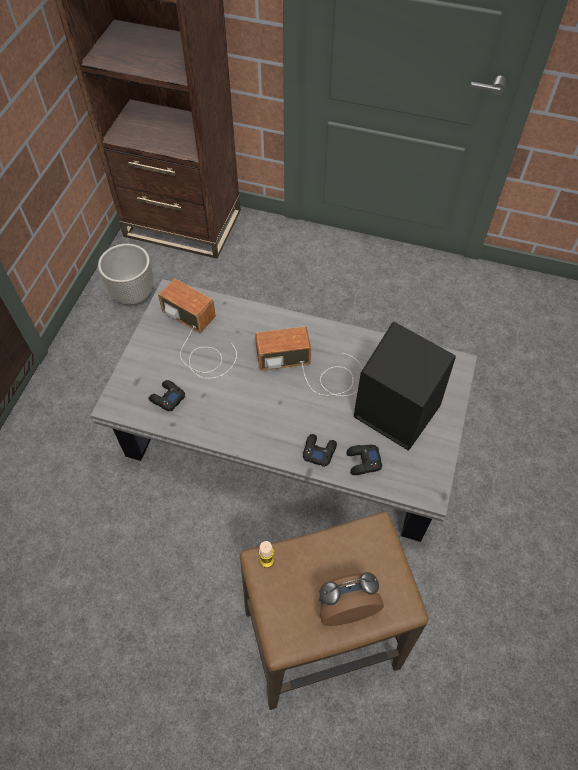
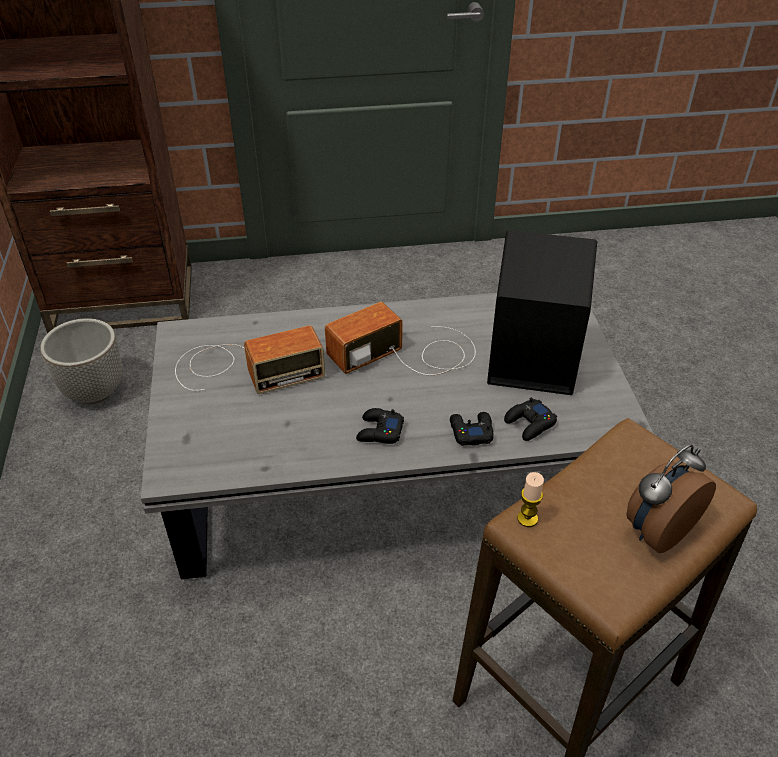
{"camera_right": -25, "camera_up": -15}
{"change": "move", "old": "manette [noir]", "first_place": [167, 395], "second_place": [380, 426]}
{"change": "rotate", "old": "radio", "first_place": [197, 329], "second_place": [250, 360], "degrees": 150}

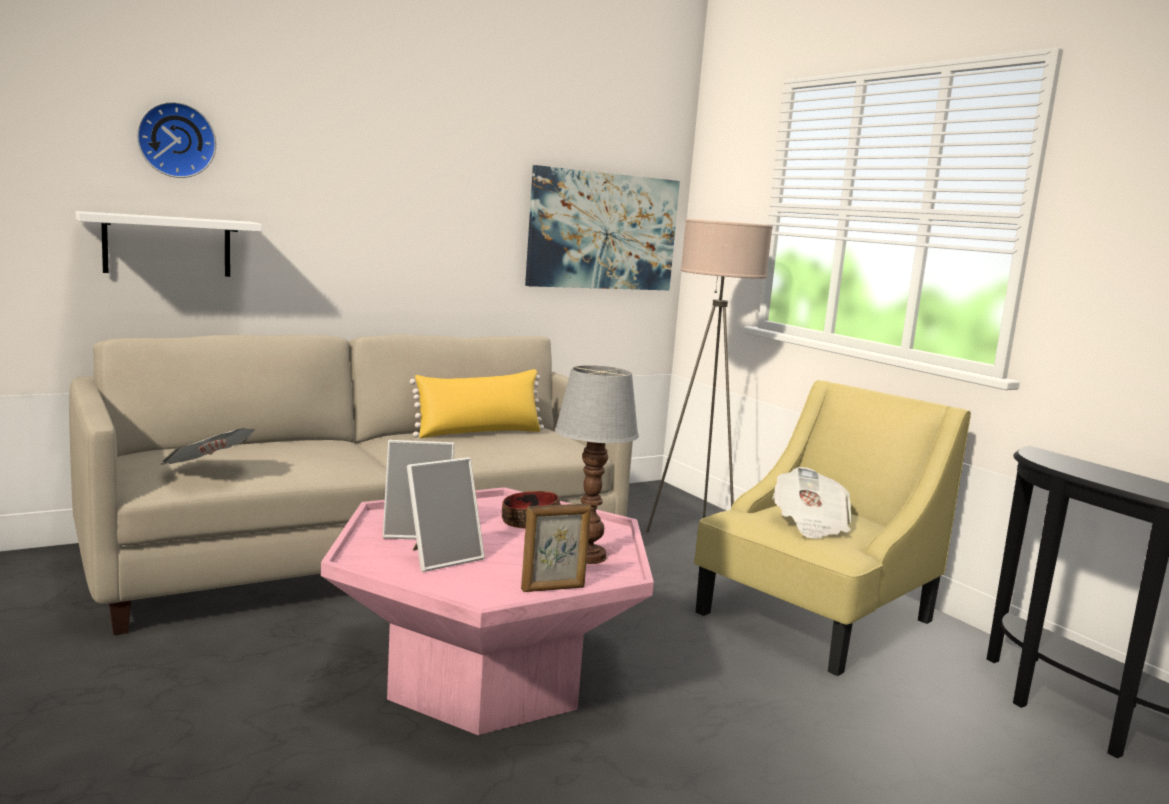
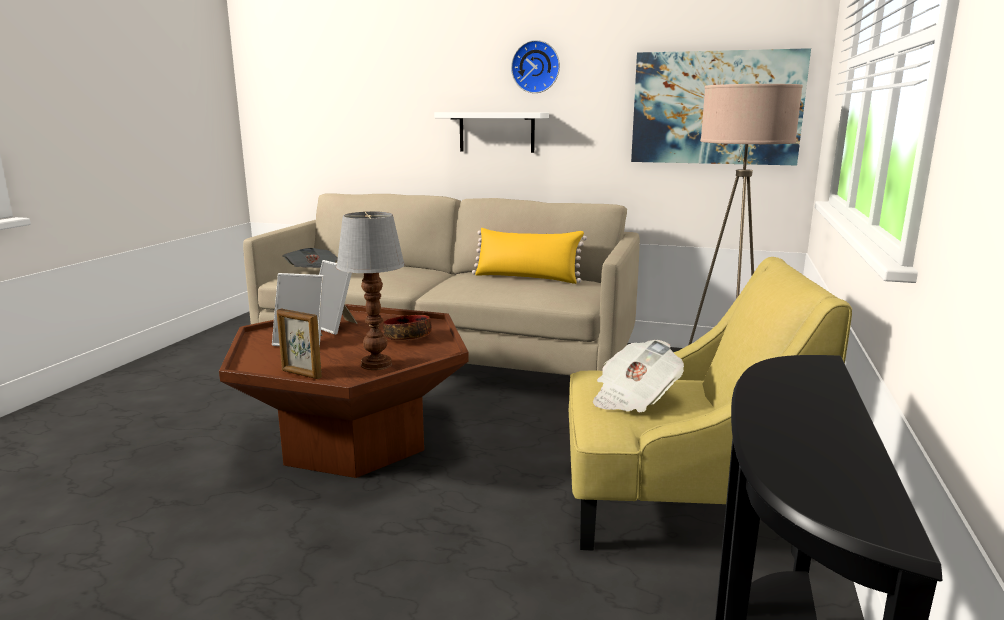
{"camera_right": 50, "camera_up": 5}
{"change": "move", "old": "étagère [blanc]", "first_place": [168, 244], "second_place": [492, 132]}
{"change": "move", "old": "horloge murale", "first_place": [176, 140], "second_place": [535, 66]}
{"change": "recolor", "old": "table basse [rose]", "new": "table basse [marron]", "first_place": [487, 611], "second_place": [344, 391]}

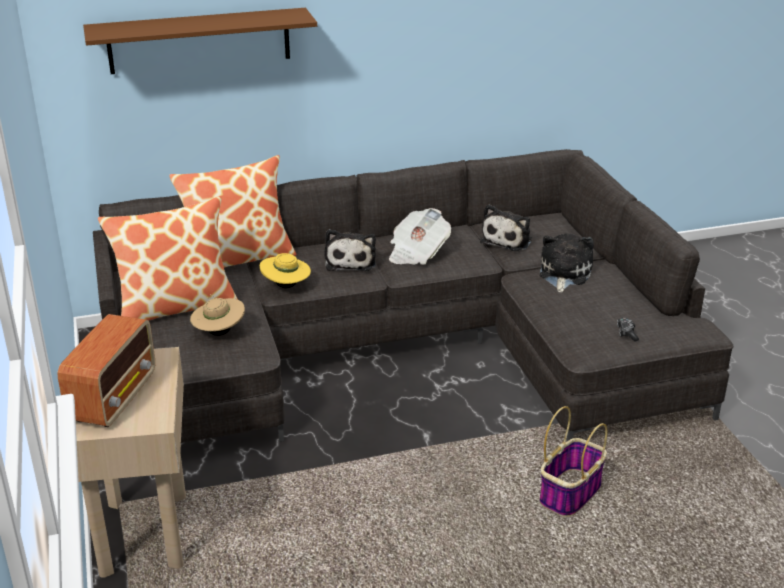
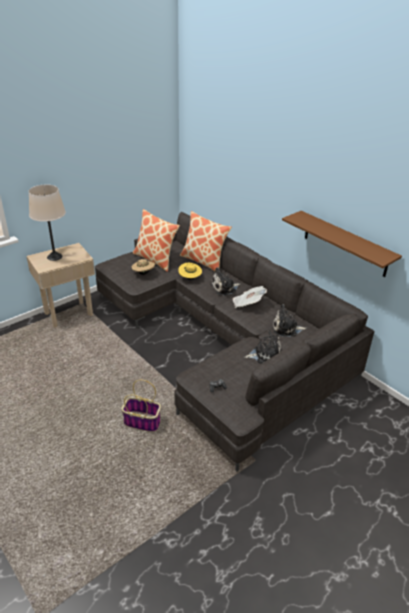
{"camera_right": 65, "camera_up": 5}
{"change": "move", "old": "étagère [marron]", "first_place": [200, 41], "second_place": [342, 244]}
{"change": "replace", "old": "radio", "new": "lampe de table [beige]", "first_place": [106, 370], "second_place": [47, 222]}

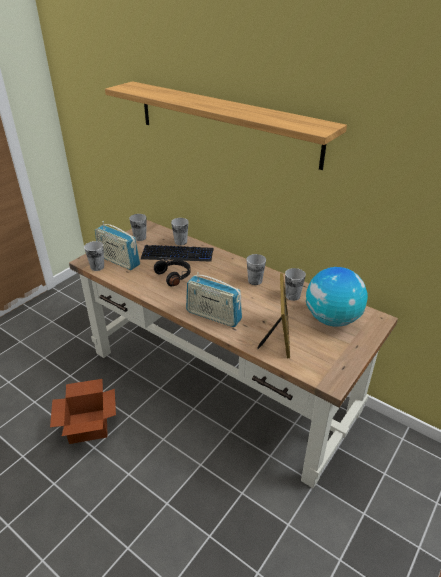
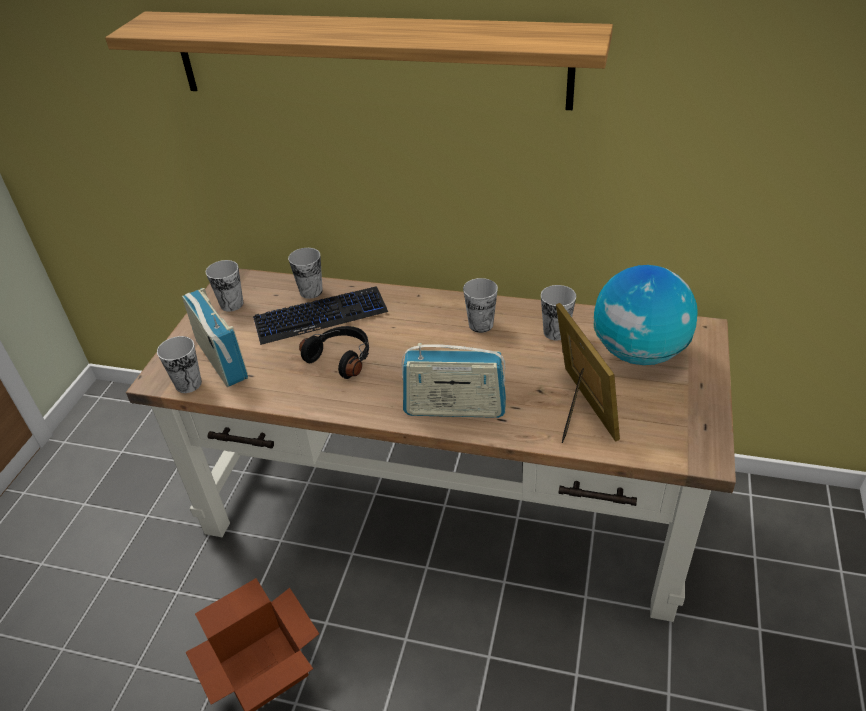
{"camera_right": -20, "camera_up": 5}
{"change": "rotate", "old": "radio", "first_place": [117, 245], "second_place": [215, 337], "degrees": -135}

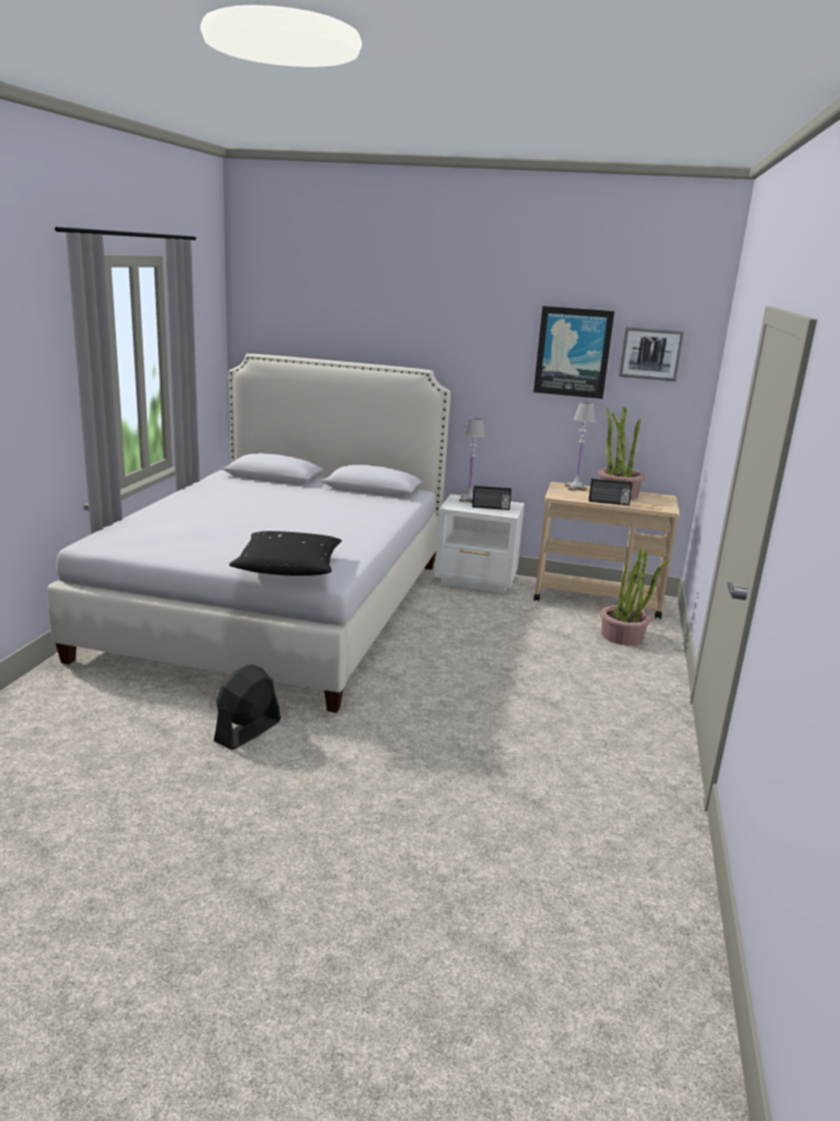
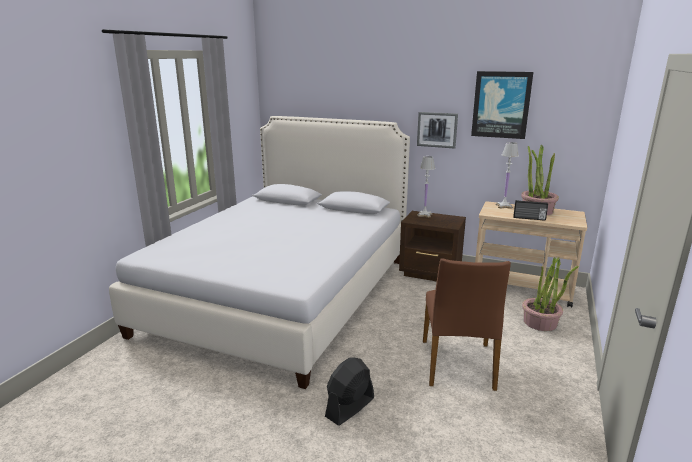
{"camera_right": 10, "camera_up": 0}
{"change": "delete", "old": "coussin [noir]", "first_place": [285, 553]}
{"change": "delete", "old": "radio", "first_place": [491, 497]}
{"change": "insert", "new": "chaise [marron]", "second_place": [467, 325]}
{"change": "move", "old": "ventilateur [noir]", "first_place": [247, 707], "second_place": [349, 391]}
{"change": "move", "old": "tableau", "first_place": [651, 354], "second_place": [437, 130]}
{"change": "recolor", "old": "table de chevet [blanc]", "new": "table de chevet [marron]", "first_place": [479, 543], "second_place": [432, 246]}

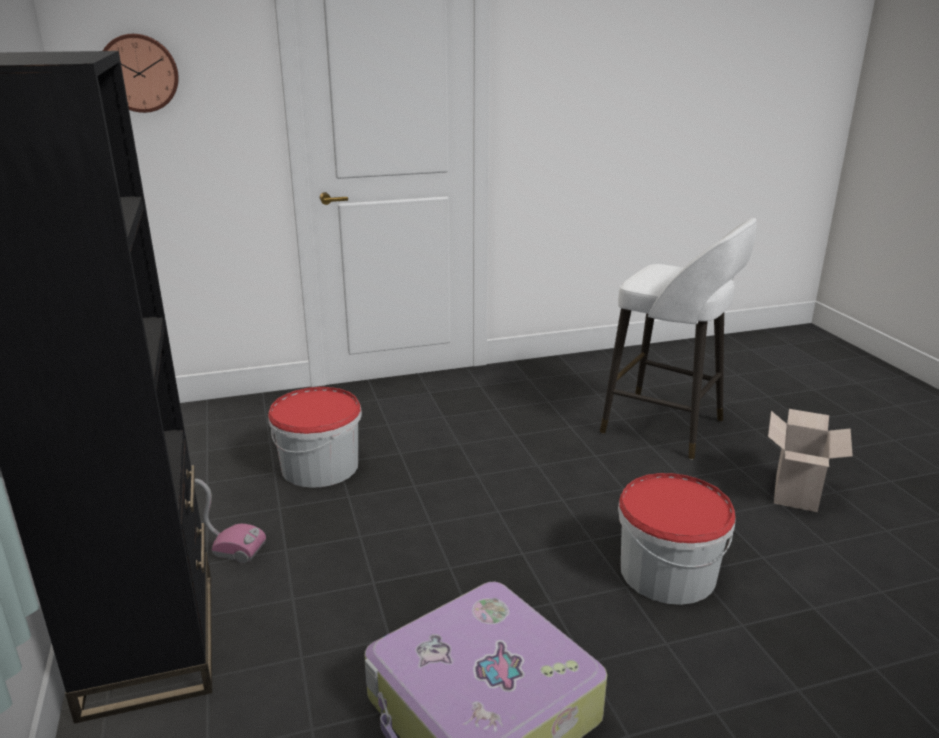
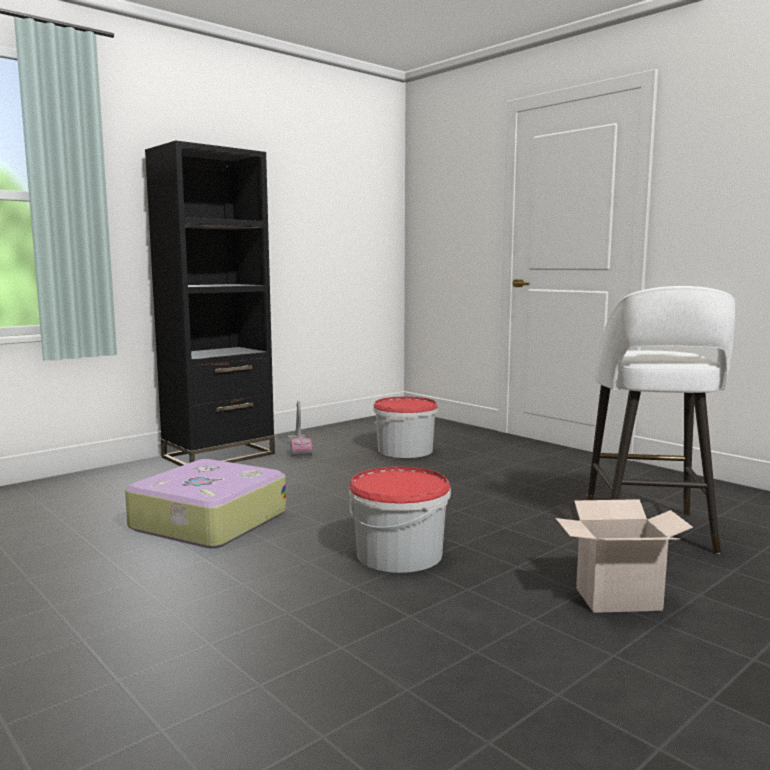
{"camera_right": 65, "camera_up": -15}
{"change": "delete", "old": "horloge murale", "first_place": [141, 73]}

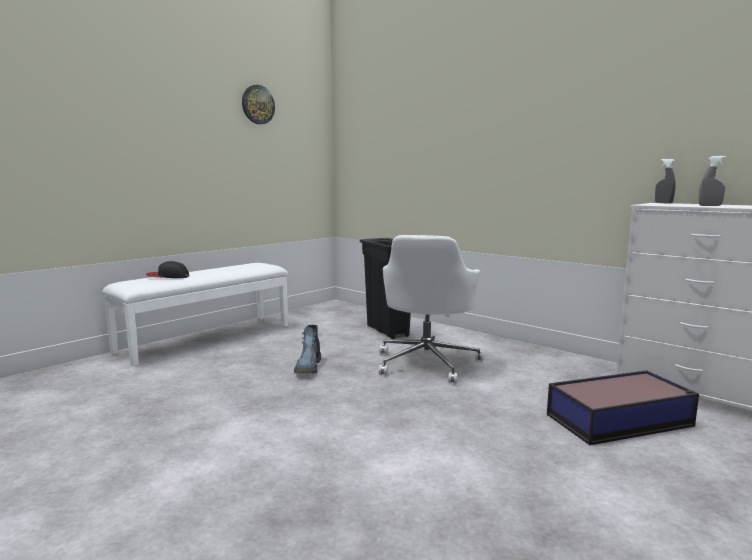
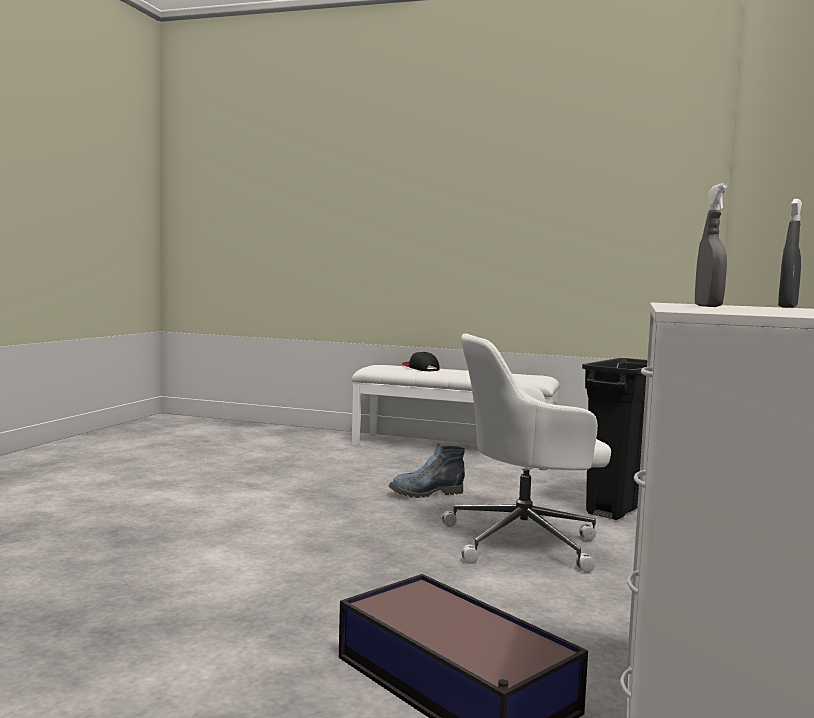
{"camera_right": 65, "camera_up": -5}
{"change": "delete", "old": "horloge murale", "first_place": [258, 104]}

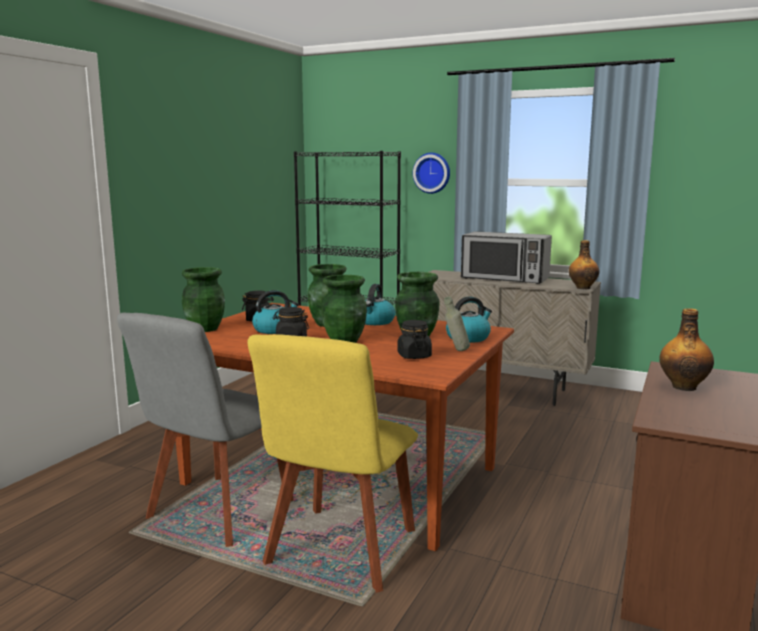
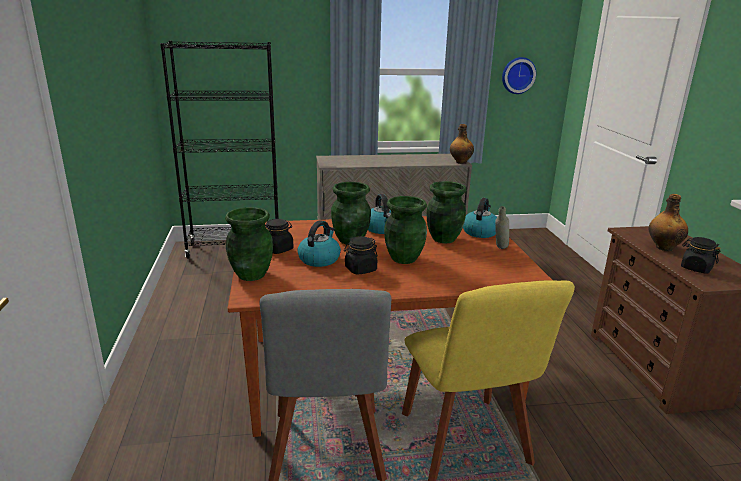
{"camera_right": -35, "camera_up": 10}
{"change": "delete", "old": "micro-ondes", "first_place": [506, 257]}
{"change": "move", "old": "bocal [noir]", "first_place": [414, 339], "second_place": [701, 255]}
{"change": "move", "old": "horloge murale", "first_place": [431, 173], "second_place": [519, 75]}

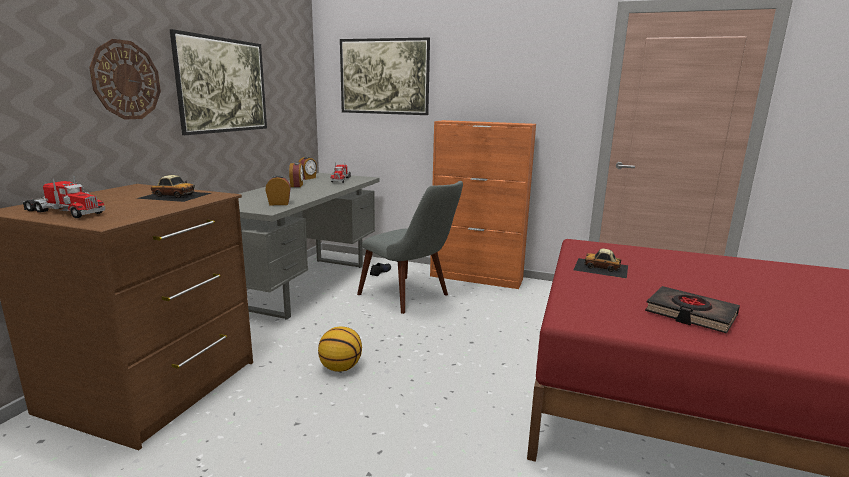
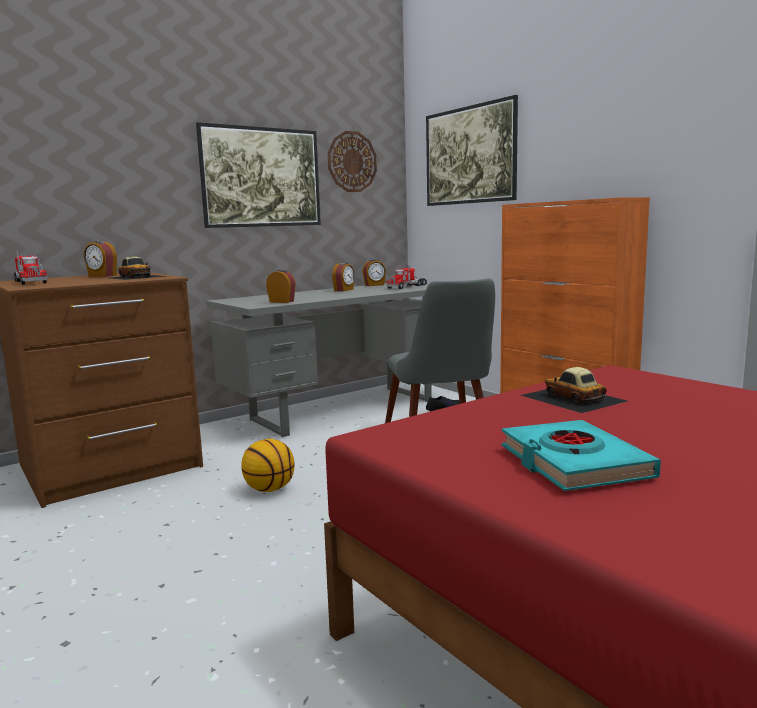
{"camera_right": 35, "camera_up": -5}
{"change": "insert", "new": "réveil", "second_place": [100, 258]}
{"change": "move", "old": "horloge murale", "first_place": [125, 79], "second_place": [352, 161]}
{"change": "recolor", "old": "livre [noir]", "new": "livre [turquoise]", "first_place": [692, 309], "second_place": [581, 455]}

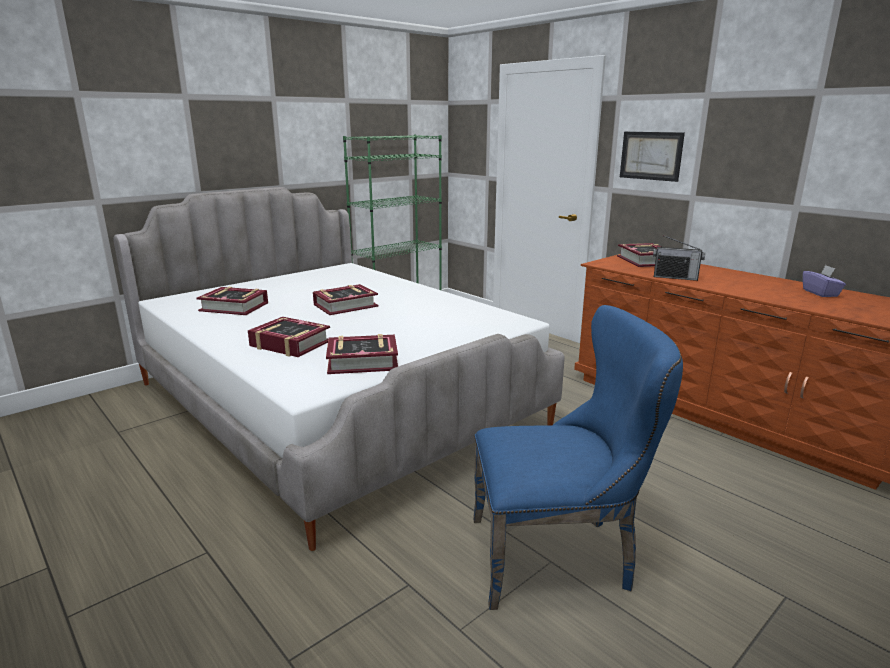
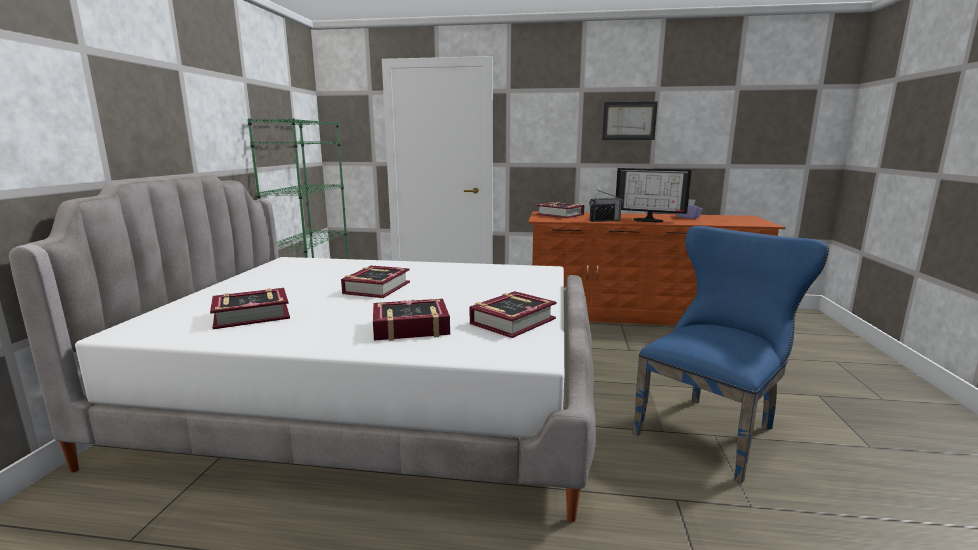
{"camera_right": -40, "camera_up": -5}
{"change": "insert", "new": "écran d'ordinateur", "second_place": [654, 195]}
{"change": "move", "old": "tableau", "first_place": [652, 157], "second_place": [630, 121]}

